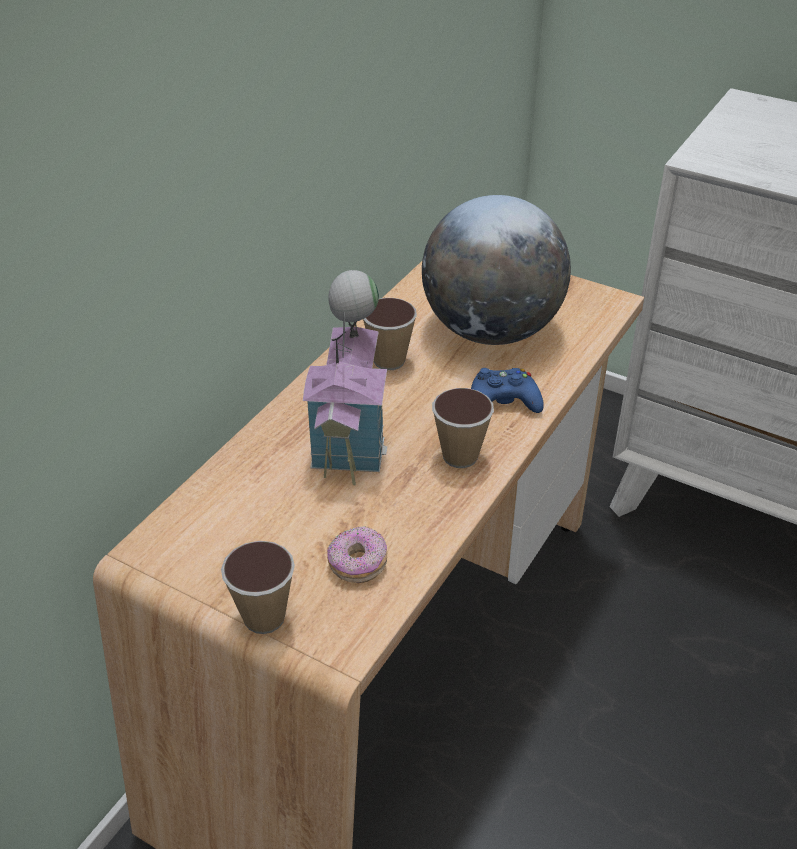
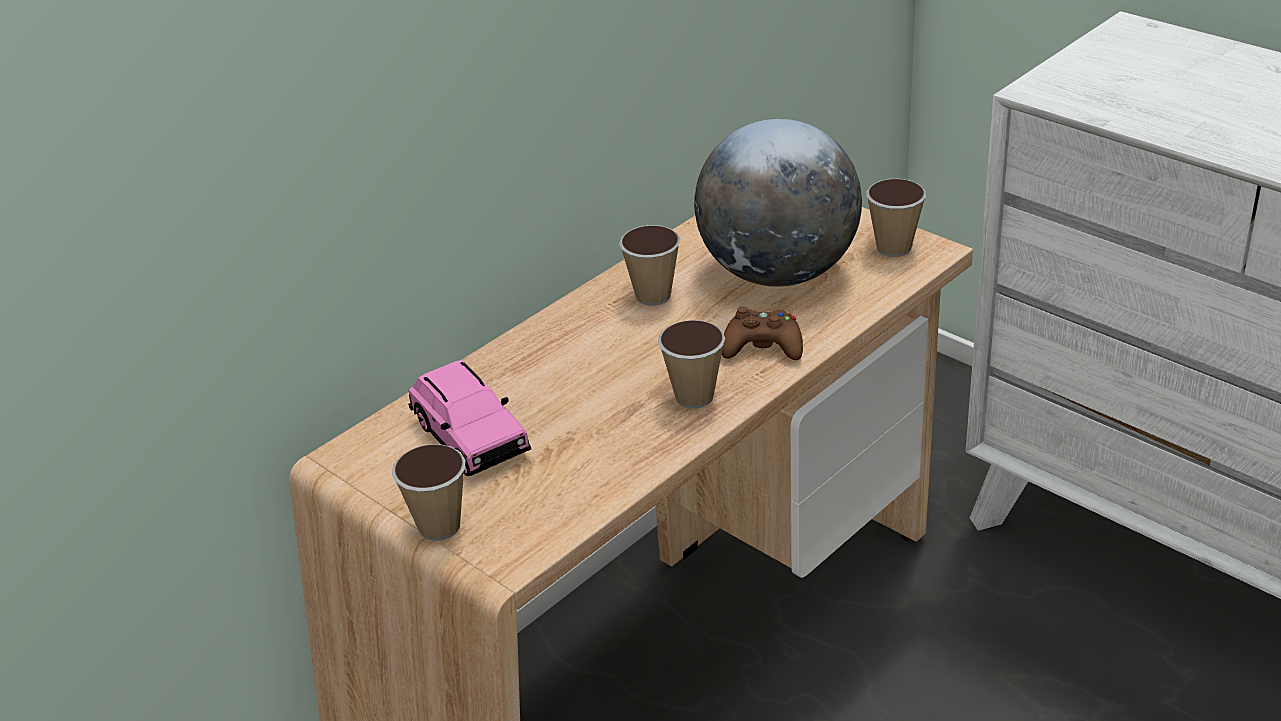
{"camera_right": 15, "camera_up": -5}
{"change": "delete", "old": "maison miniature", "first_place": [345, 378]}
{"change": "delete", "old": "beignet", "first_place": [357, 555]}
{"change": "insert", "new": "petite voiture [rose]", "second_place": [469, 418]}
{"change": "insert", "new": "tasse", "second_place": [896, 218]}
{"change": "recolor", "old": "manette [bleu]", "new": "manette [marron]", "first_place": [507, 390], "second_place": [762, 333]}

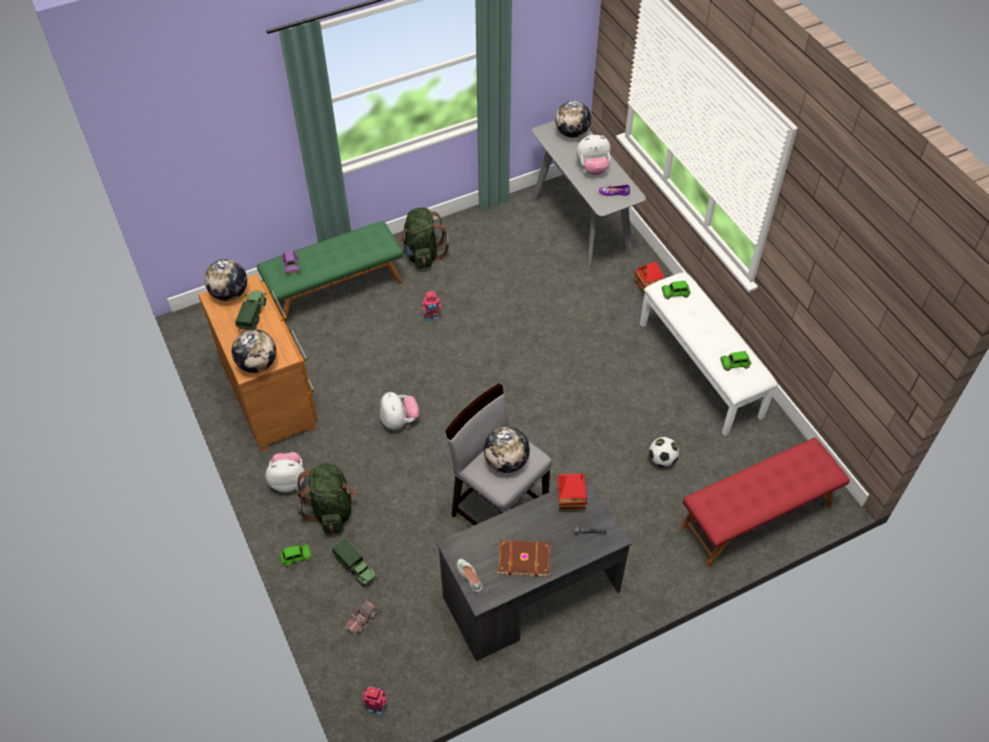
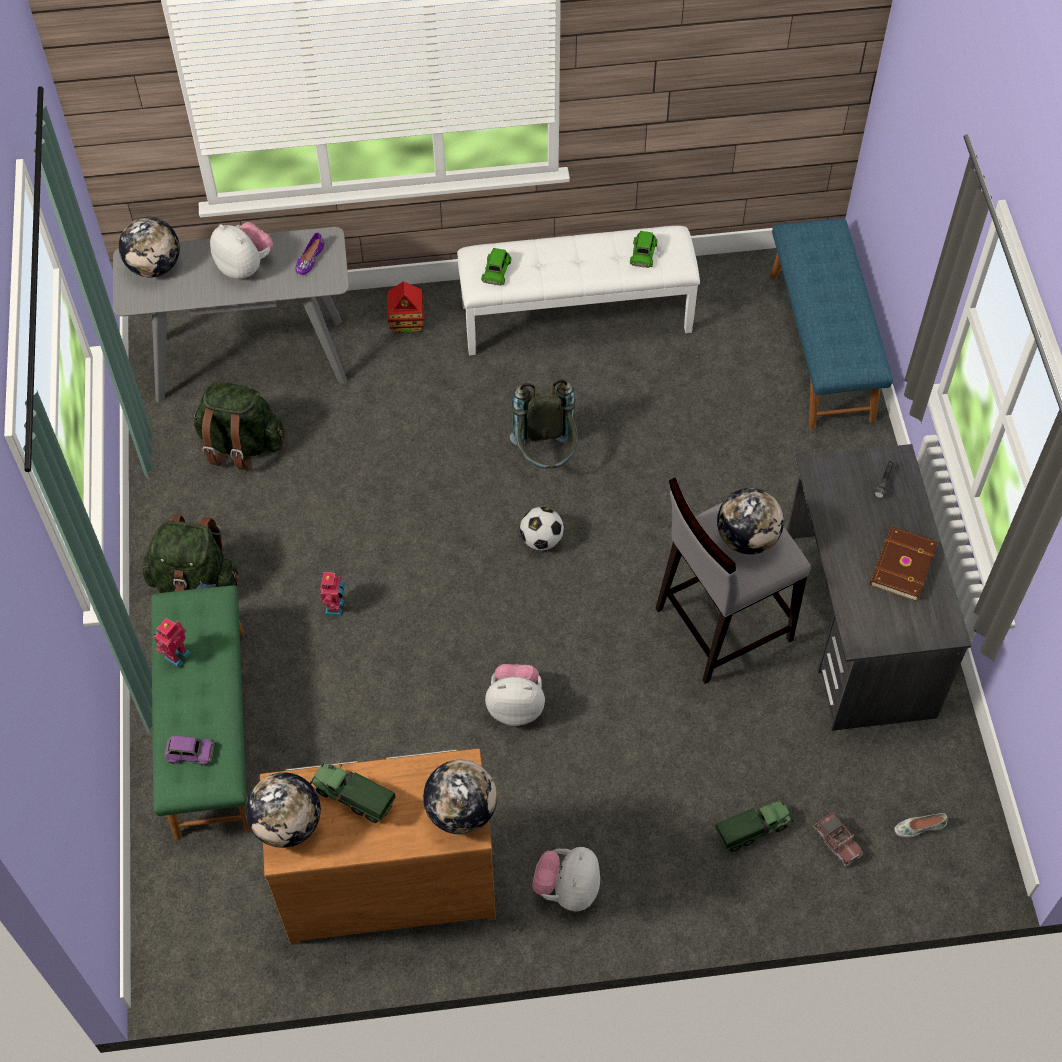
{"camera_right": -70, "camera_up": 5}
{"change": "delete", "old": "petite voiture [vert]", "first_place": [296, 555]}
{"change": "delete", "old": "maison miniature", "first_place": [572, 492]}
{"change": "insert", "new": "sac à dos [gris]", "second_place": [544, 424]}
{"change": "move", "old": "sac à dos [vert]", "first_place": [326, 498], "second_place": [239, 426]}
{"change": "move", "old": "robot jouet", "first_place": [375, 701], "second_place": [172, 642]}
{"change": "move", "old": "chaussure [blanc]", "first_place": [470, 576], "second_place": [920, 825]}
{"change": "move", "old": "ballon de foot", "first_place": [664, 452], "second_place": [542, 529]}
{"change": "recolor", "old": "banc [rouge]", "new": "banc [bleu]", "first_place": [765, 502], "second_place": [831, 323]}
{"change": "rotate", "old": "peluche", "first_place": [593, 155], "second_place": [241, 250], "degrees": -60}

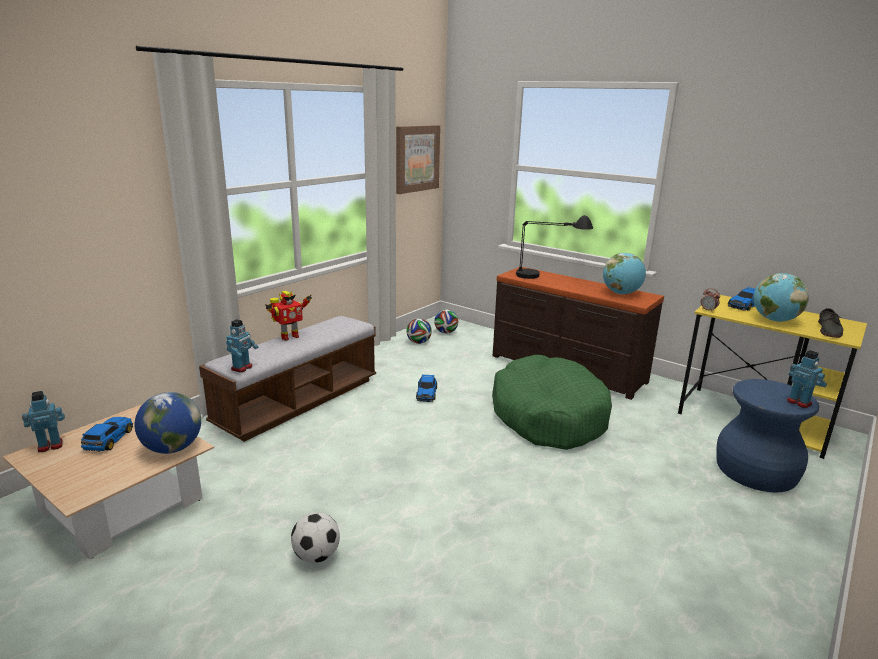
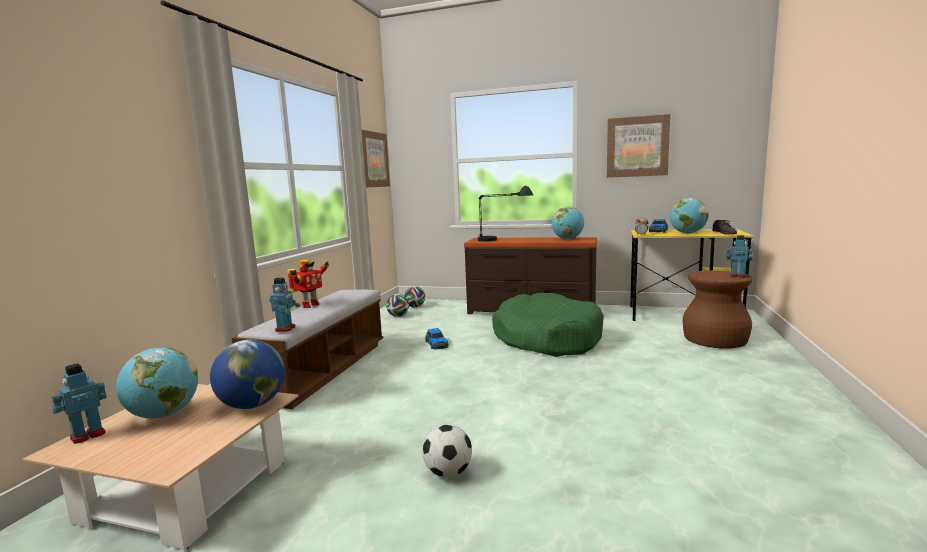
{"camera_right": -20, "camera_up": -10}
{"change": "insert", "new": "tableau", "second_place": [638, 146]}
{"change": "replace", "old": "petite voiture", "new": "globe", "first_place": [107, 434], "second_place": [157, 383]}
{"change": "recolor", "old": "tabouret [bleu]", "new": "tabouret [marron]", "first_place": [767, 435], "second_place": [718, 310]}

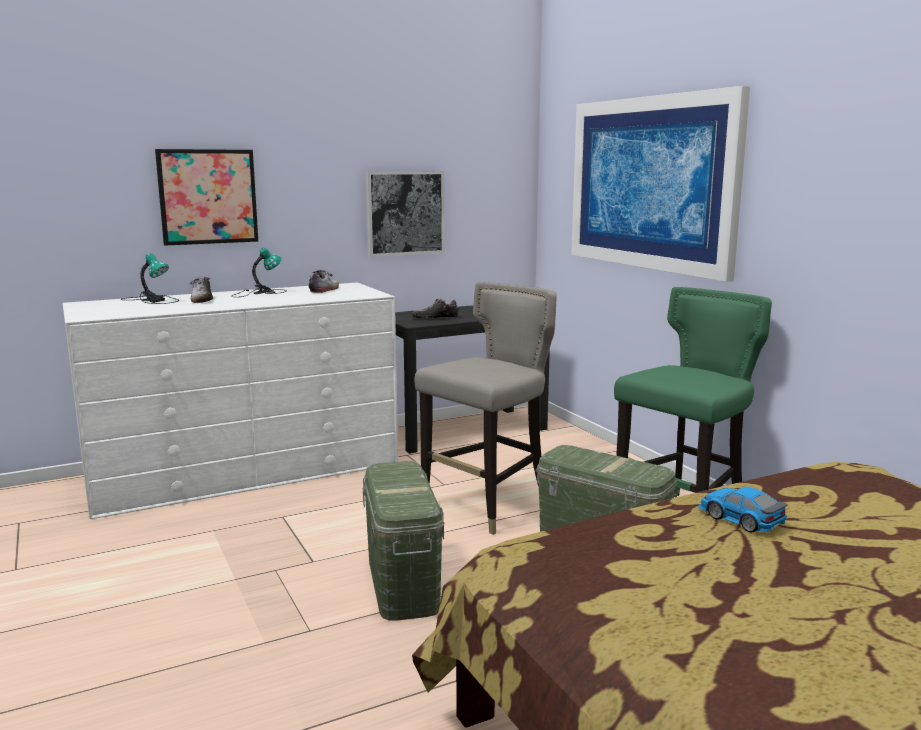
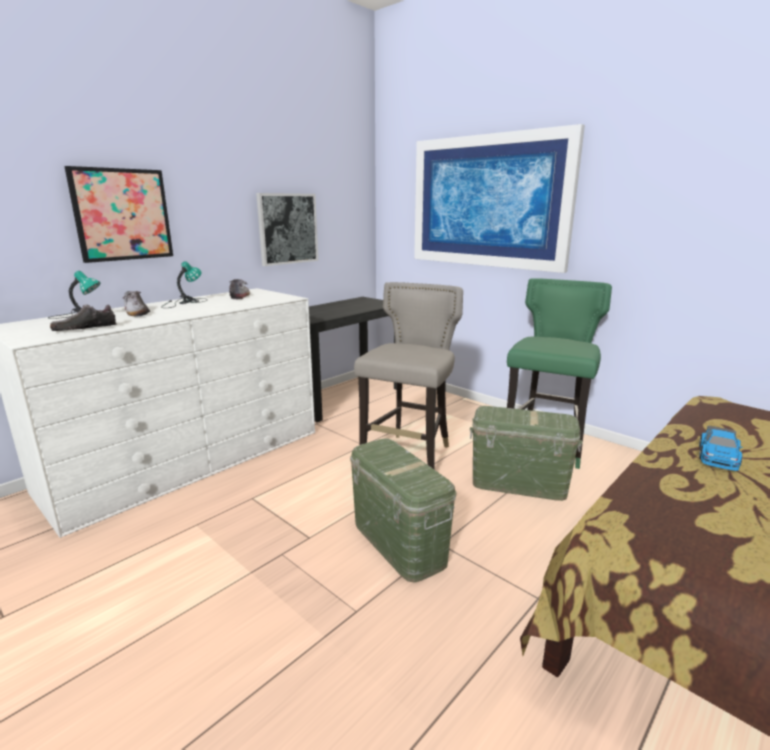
{"camera_right": -20, "camera_up": 5}
{"change": "move", "old": "chaussure", "first_place": [435, 308], "second_place": [83, 317]}
{"change": "rotate", "old": "petite voiture", "first_place": [743, 509], "second_place": [721, 448], "degrees": -90}

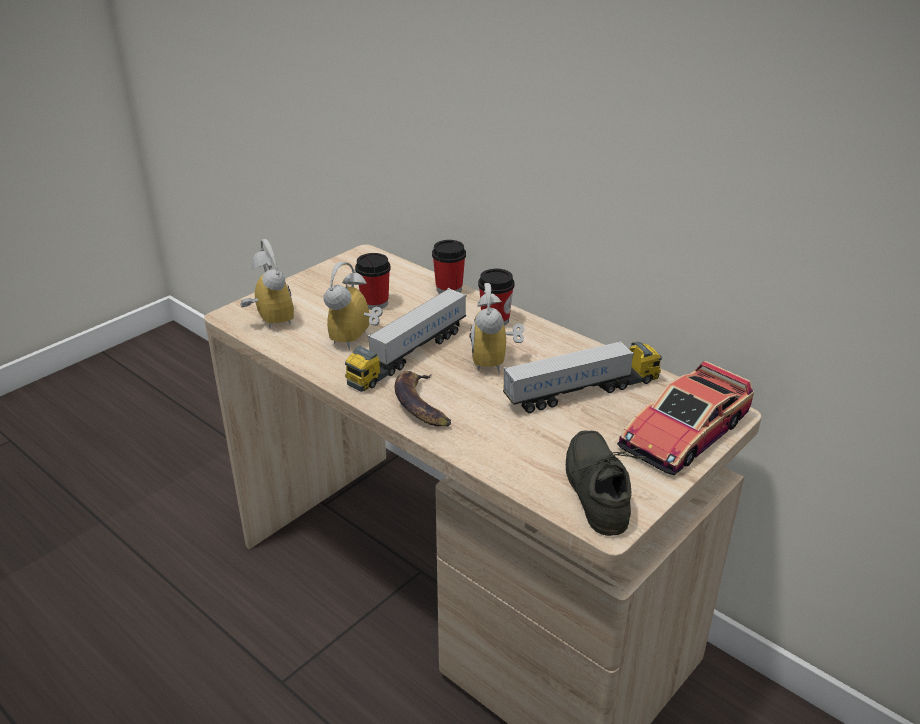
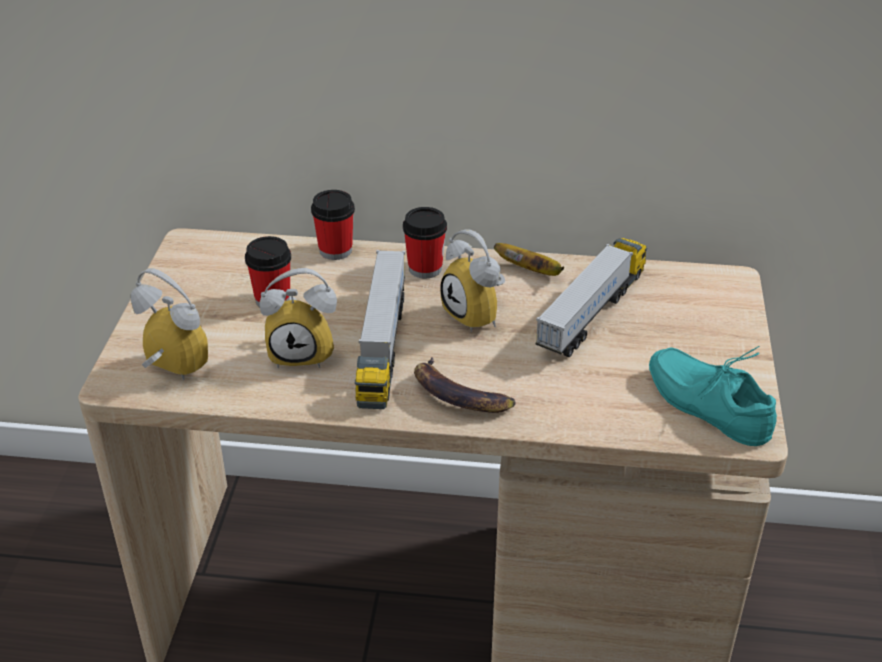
{"camera_right": -35, "camera_up": 5}
{"change": "delete", "old": "petite voiture", "first_place": [685, 418]}
{"change": "insert", "new": "banane", "second_place": [529, 259]}
{"change": "recolor", "old": "chaussure [gris]", "new": "chaussure [turquoise]", "first_place": [606, 483], "second_place": [713, 396]}
{"change": "rotate", "old": "réveil", "first_place": [353, 306], "second_place": [298, 318], "degrees": -75}

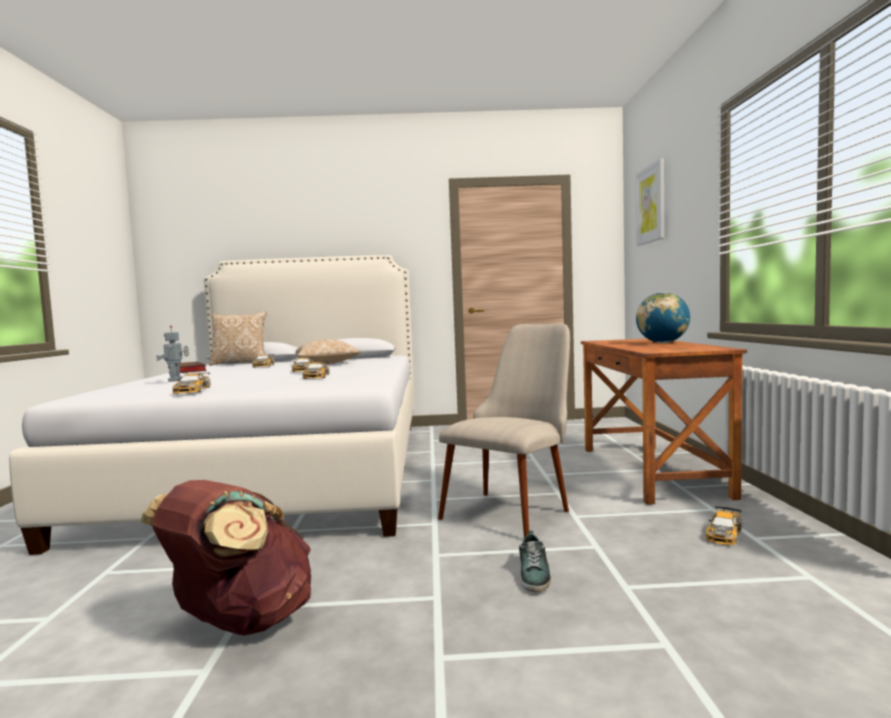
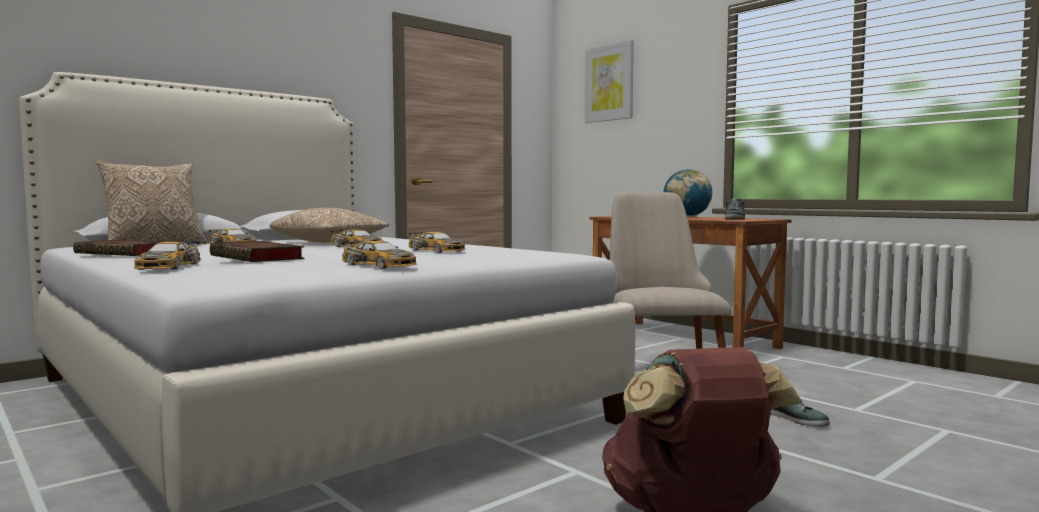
{"camera_right": -40, "camera_up": 0}
{"change": "insert", "new": "chaussure", "second_place": [735, 209]}
{"change": "move", "old": "petite voiture", "first_place": [724, 526], "second_place": [167, 256]}
{"change": "replace", "old": "robot jouet", "new": "livre", "first_place": [172, 354], "second_place": [257, 251]}

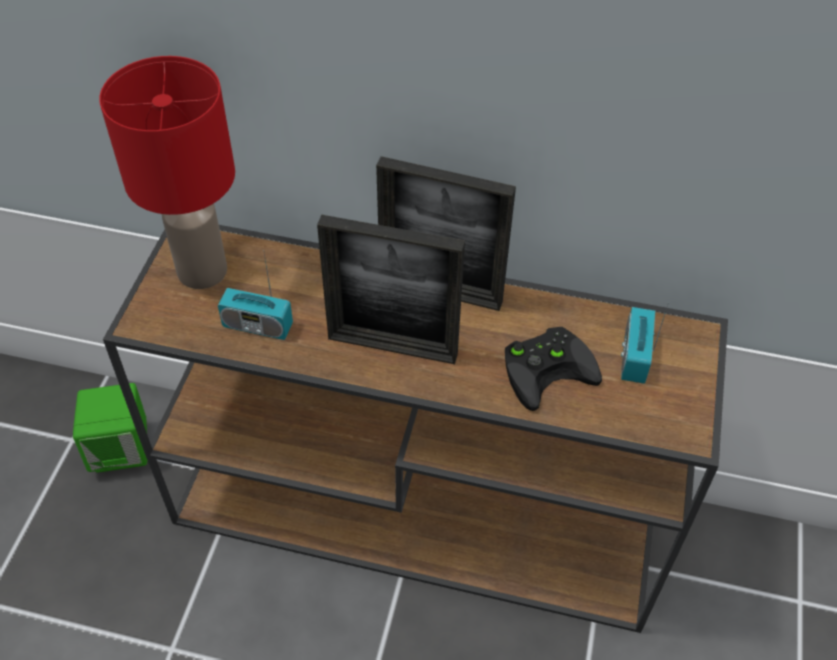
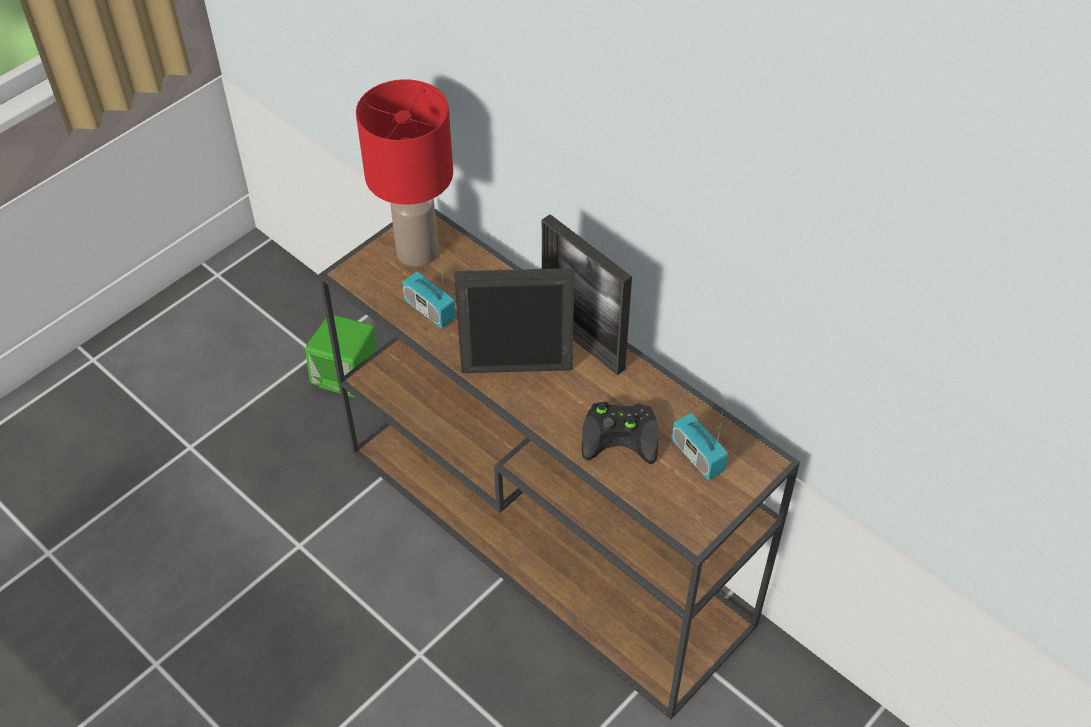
{"camera_right": 30, "camera_up": 0}
{"change": "rotate", "old": "cadre photo", "first_place": [391, 289], "second_place": [514, 320], "degrees": 135}
{"change": "rotate", "old": "radio", "first_place": [644, 344], "second_place": [700, 442], "degrees": -75}

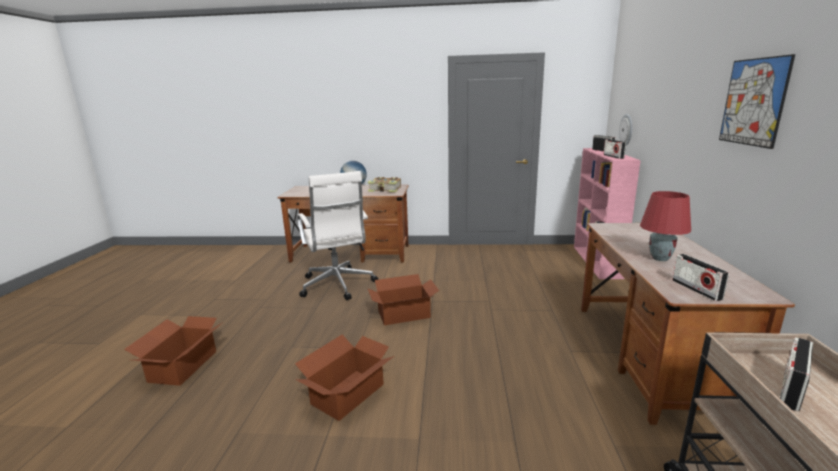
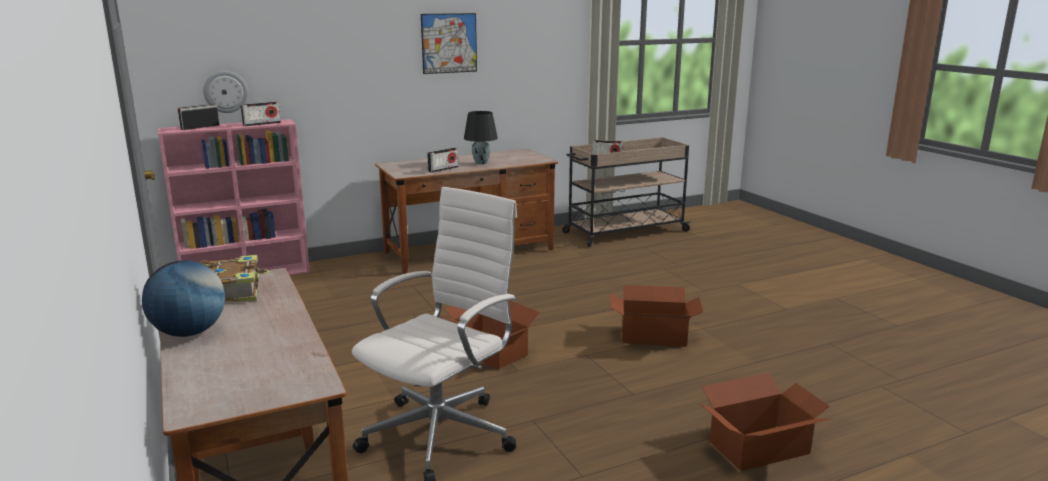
{"camera_right": -120, "camera_up": 0}
{"change": "move", "old": "radio", "first_place": [701, 277], "second_place": [442, 160]}
{"change": "recolor", "old": "lampe de table [rouge]", "new": "lampe de table [noir]", "first_place": [665, 226], "second_place": [481, 137]}

